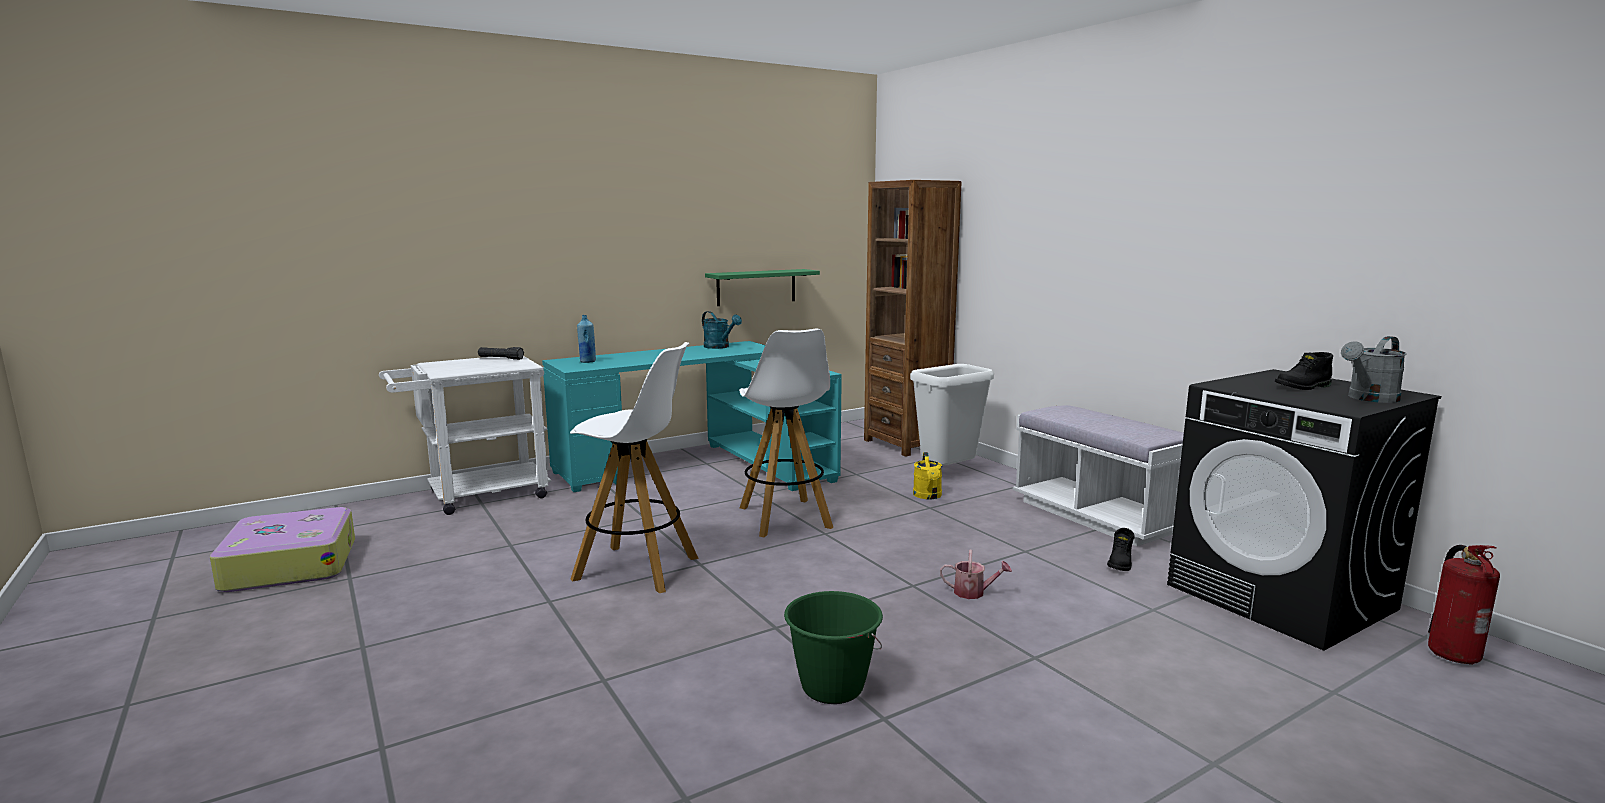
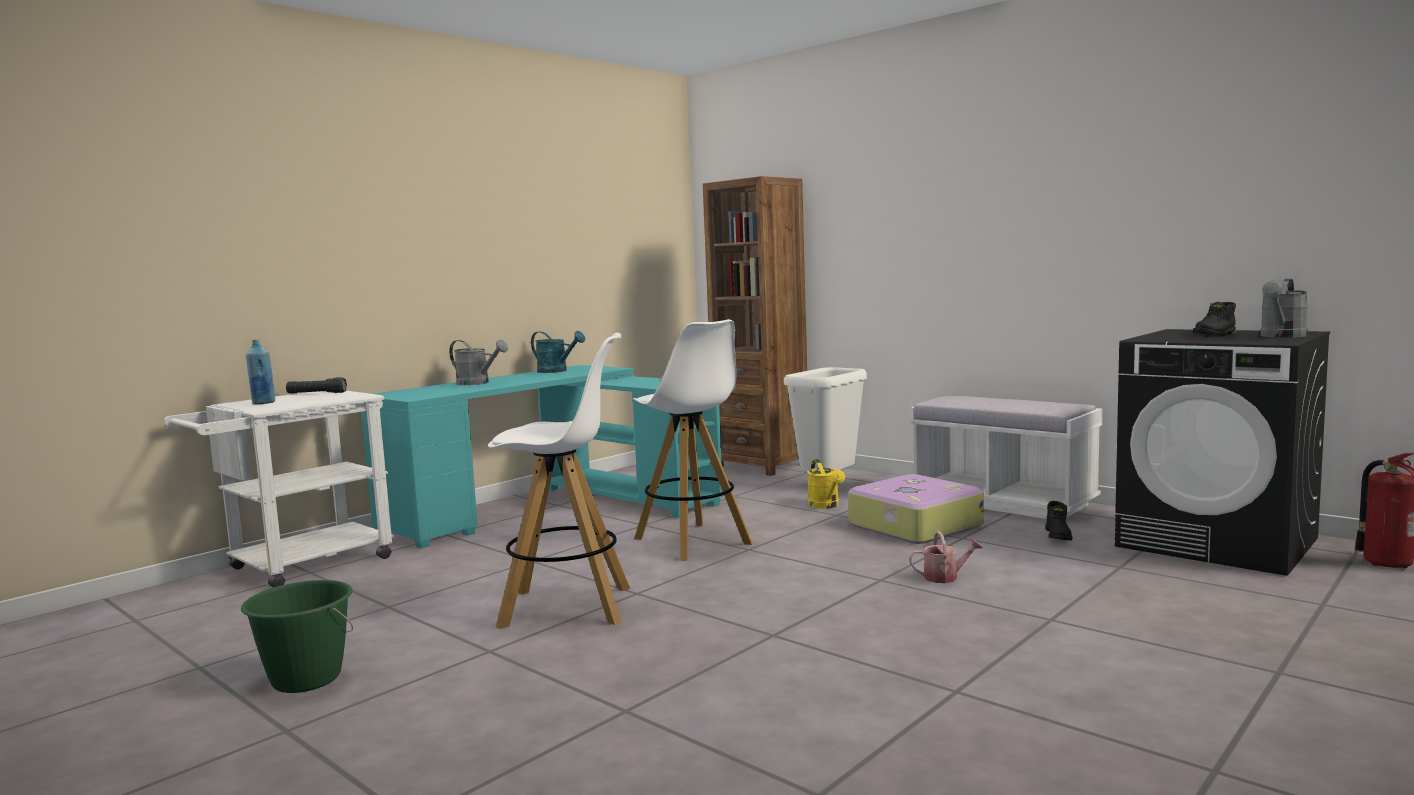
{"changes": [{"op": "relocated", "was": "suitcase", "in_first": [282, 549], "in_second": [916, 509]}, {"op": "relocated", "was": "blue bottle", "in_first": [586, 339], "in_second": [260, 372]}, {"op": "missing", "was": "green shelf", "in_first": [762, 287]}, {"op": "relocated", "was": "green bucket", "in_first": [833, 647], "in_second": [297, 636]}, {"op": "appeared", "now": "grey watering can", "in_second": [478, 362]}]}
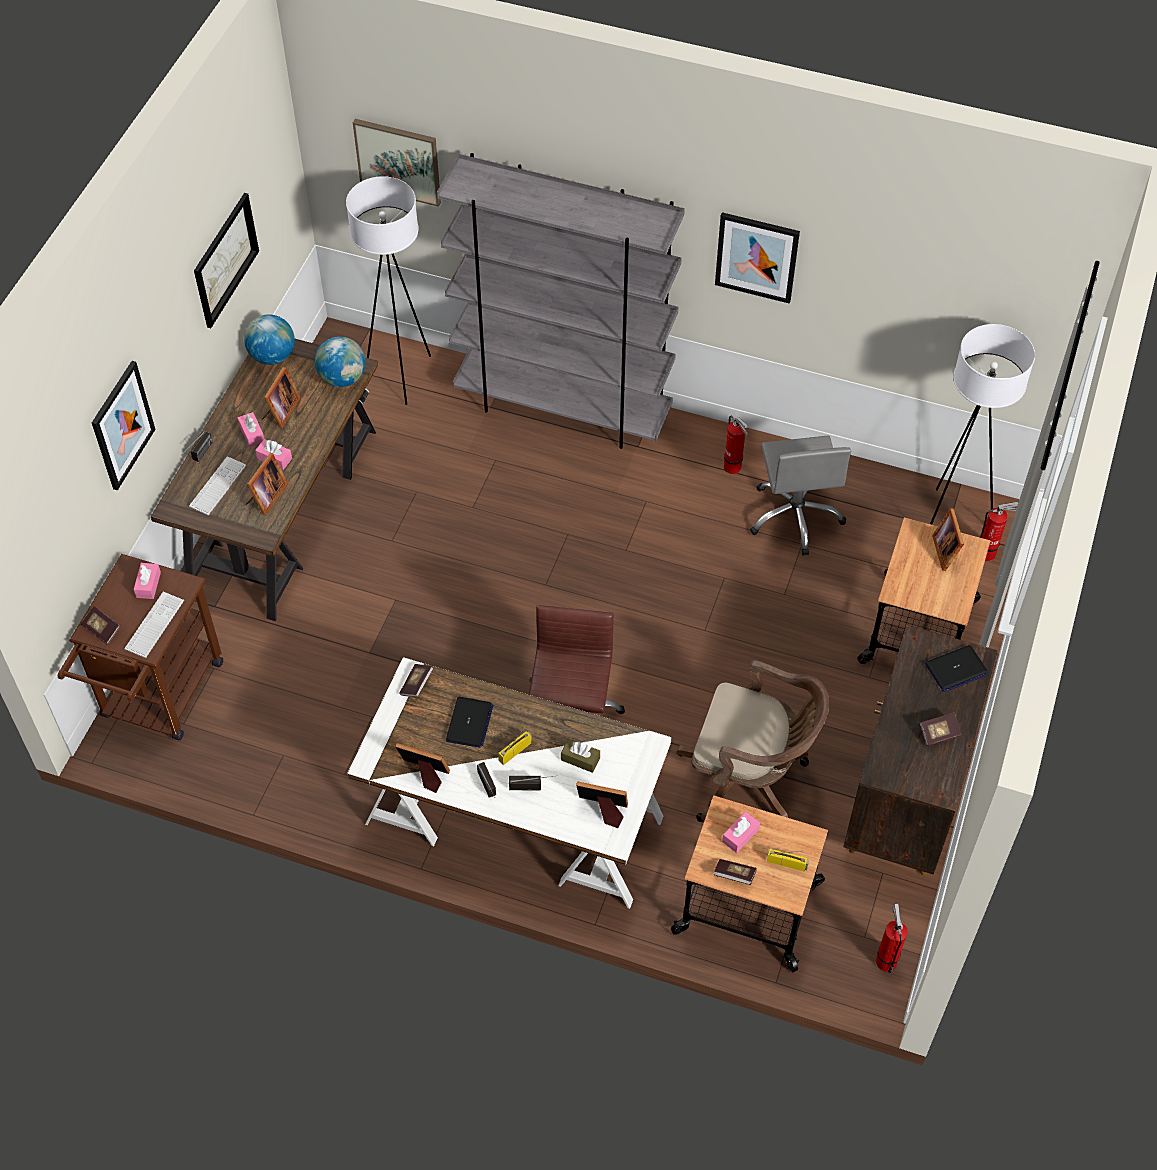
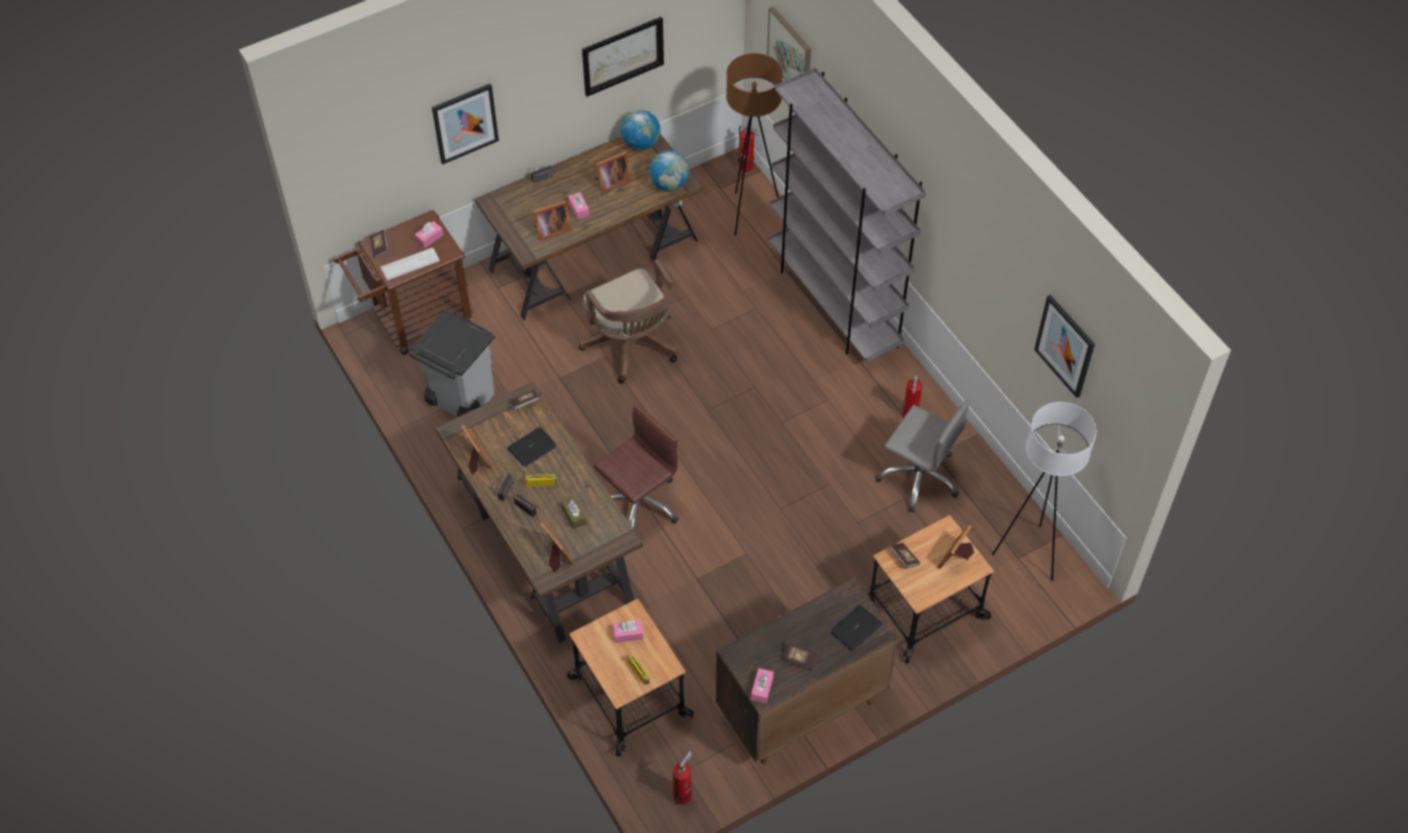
{"changes": [{"op": "missing", "was": "keyboard", "in_first": [217, 485]}, {"op": "relocated", "was": "pink tissue box", "in_first": [251, 429], "in_second": [762, 685]}, {"op": "colour", "was": "white floor lamp", "now": "brown floor lamp", "in_first": [388, 290], "in_second": [754, 144]}, {"op": "colour", "was": "white desk", "now": "brown desk", "in_first": [509, 783], "in_second": [539, 512]}, {"op": "relocated", "was": "brown office chair", "in_first": [752, 741], "in_second": [628, 321]}, {"op": "relocated", "was": "book", "in_first": [735, 872], "in_second": [904, 555]}, {"op": "relocated", "was": "picture", "in_first": [757, 258], "in_second": [1064, 346]}, {"op": "spun", "was": "grey office chair", "in_first": [800, 495], "in_second": [923, 456], "clockwise": -90}, {"op": "spun", "was": "laptop", "in_first": [956, 668], "in_second": [856, 628], "clockwise": 120}, {"op": "relocated", "was": "fire extinguisher", "in_first": [999, 531], "in_second": [748, 148]}, {"op": "appeared", "now": "grey trash can", "in_second": [452, 363]}]}
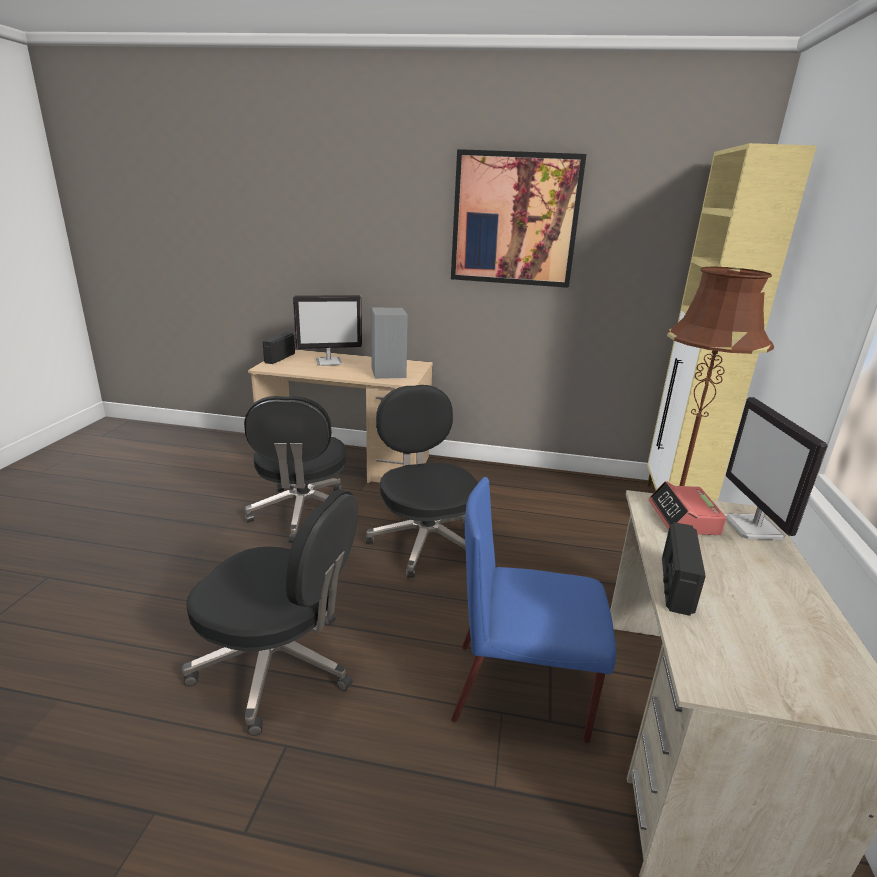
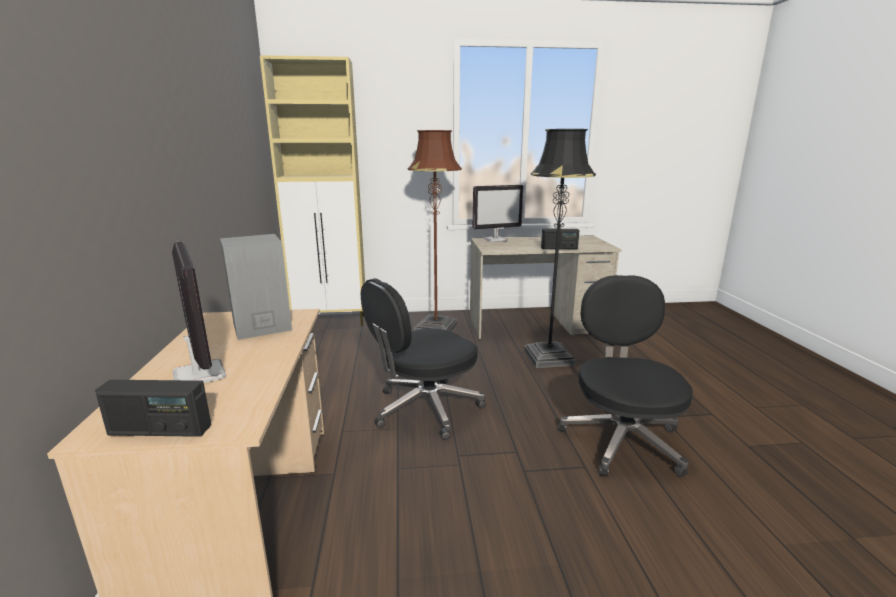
{"changes": [{"op": "missing", "was": "black office chair", "in_first": [295, 469]}, {"op": "missing", "was": "picture", "in_first": [519, 218]}, {"op": "exchanged", "was": "blue chair", "now": "black floor lamp", "in_first": [533, 610], "in_second": [560, 248]}, {"op": "missing", "was": "alarm clock", "in_first": [688, 508]}]}
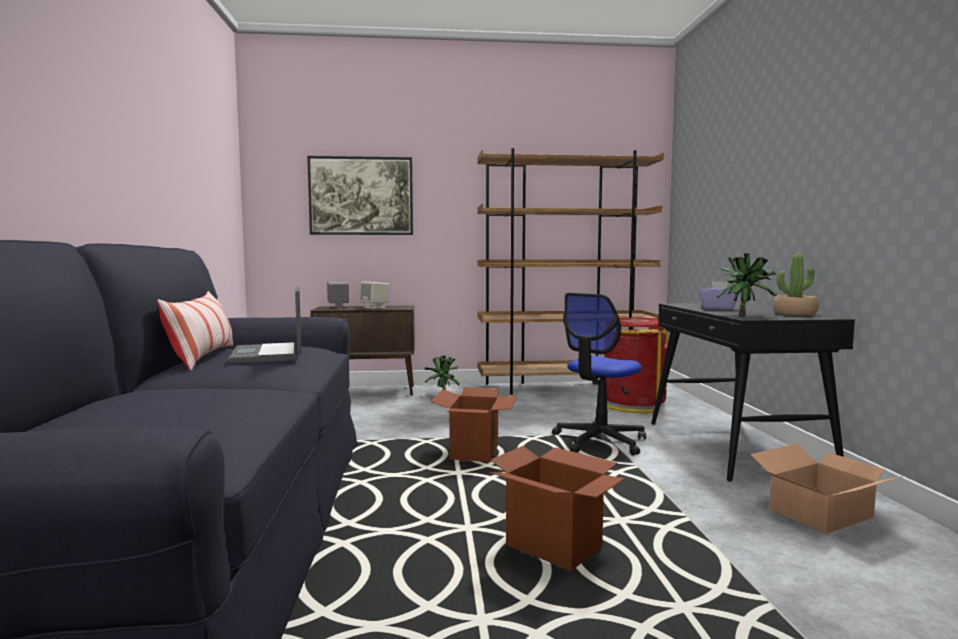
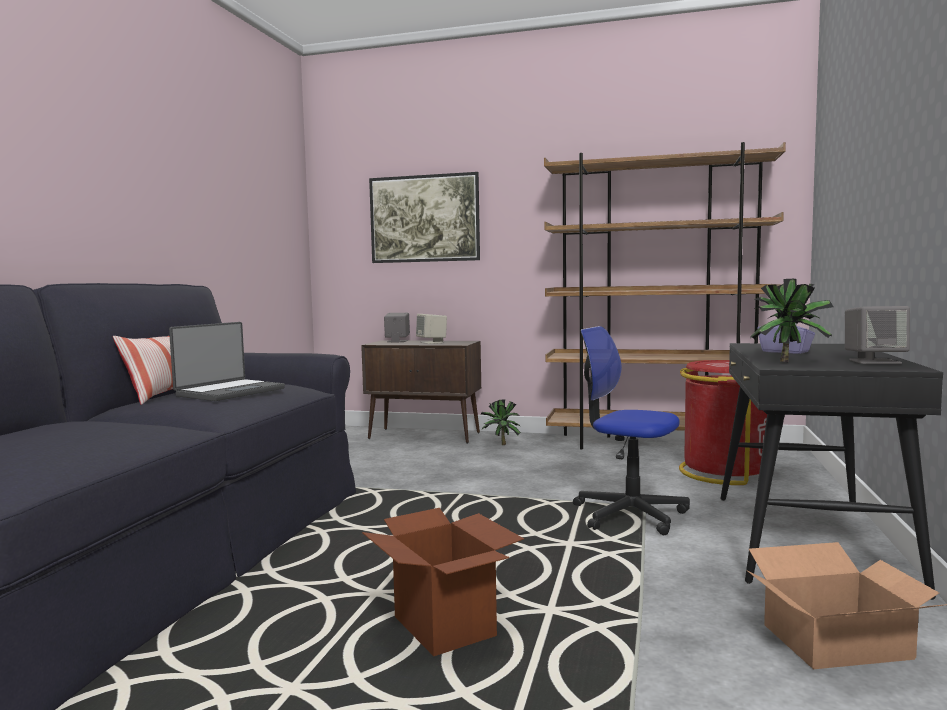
{"changes": [{"op": "spun", "was": "laptop", "in_first": [265, 325], "in_second": [227, 361], "clockwise": -150}, {"op": "missing", "was": "cardboard box", "in_first": [473, 424]}, {"op": "spun", "was": "office chair", "in_first": [599, 374], "in_second": [631, 430], "clockwise": 60}, {"op": "exchanged", "was": "potted plant", "now": "grey speaker", "in_first": [796, 284], "in_second": [877, 335]}]}
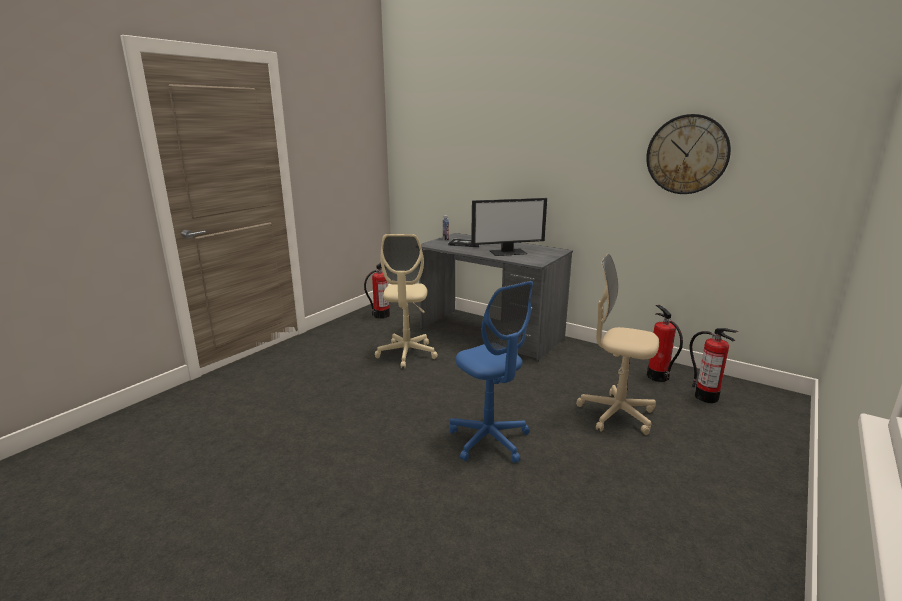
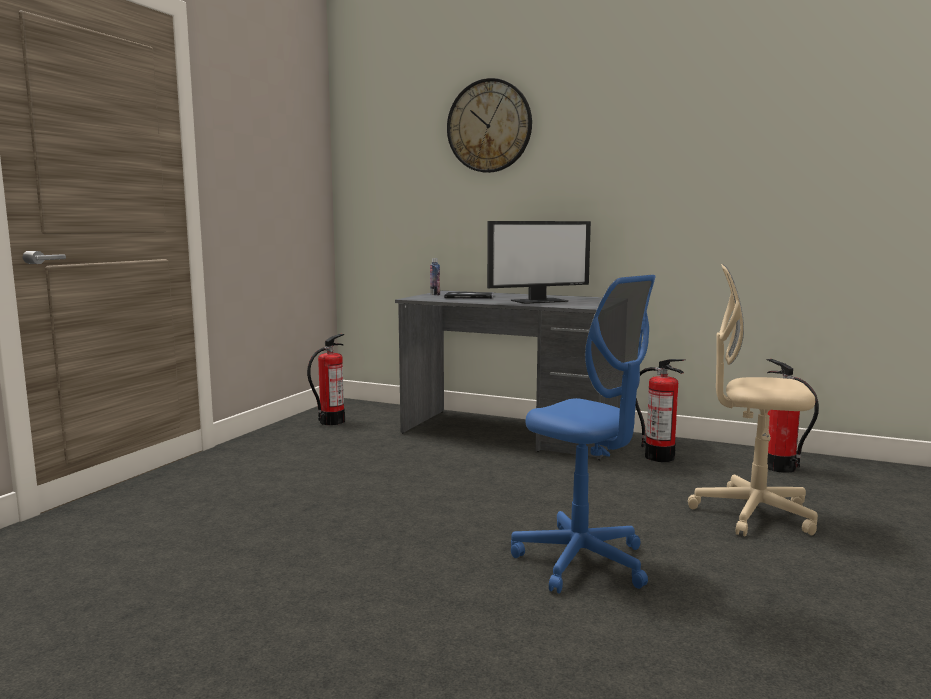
{"changes": [{"op": "missing", "was": "beige office chair", "in_first": [406, 301]}, {"op": "relocated", "was": "wall clock", "in_first": [688, 154], "in_second": [489, 125]}, {"op": "relocated", "was": "fire extinguisher", "in_first": [714, 365], "in_second": [661, 410]}]}
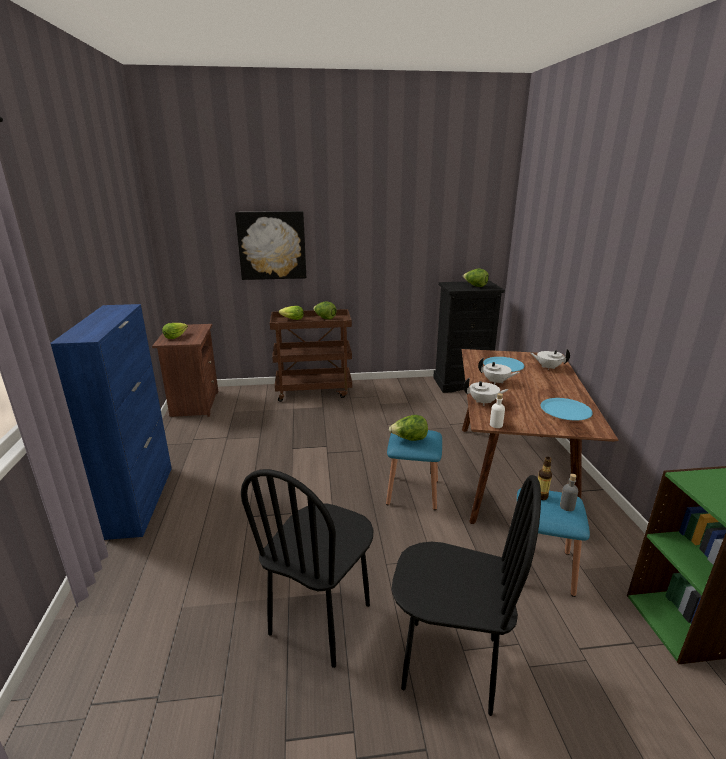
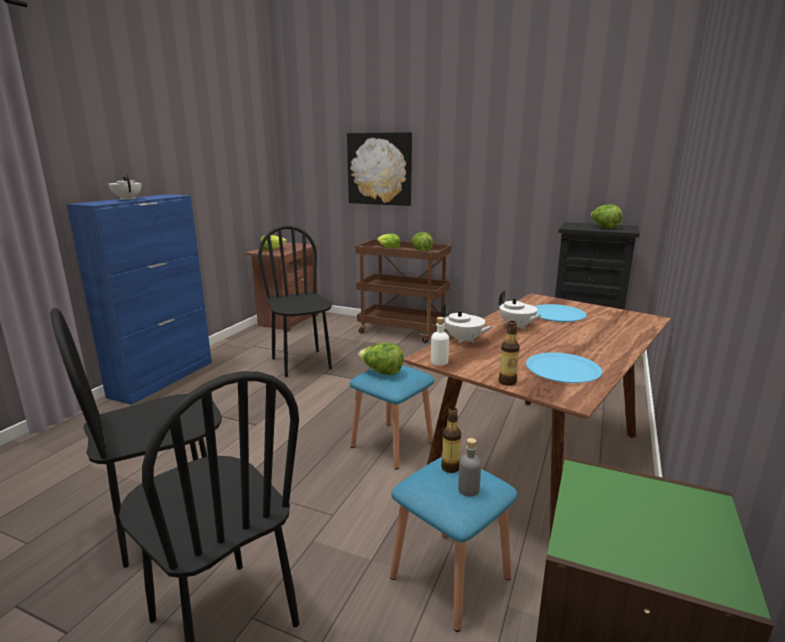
{"changes": [{"op": "relocated", "was": "white teapot", "in_first": [550, 359], "in_second": [124, 186]}, {"op": "appeared", "now": "black chair", "in_second": [295, 301]}, {"op": "appeared", "now": "bottle", "in_second": [509, 353]}]}
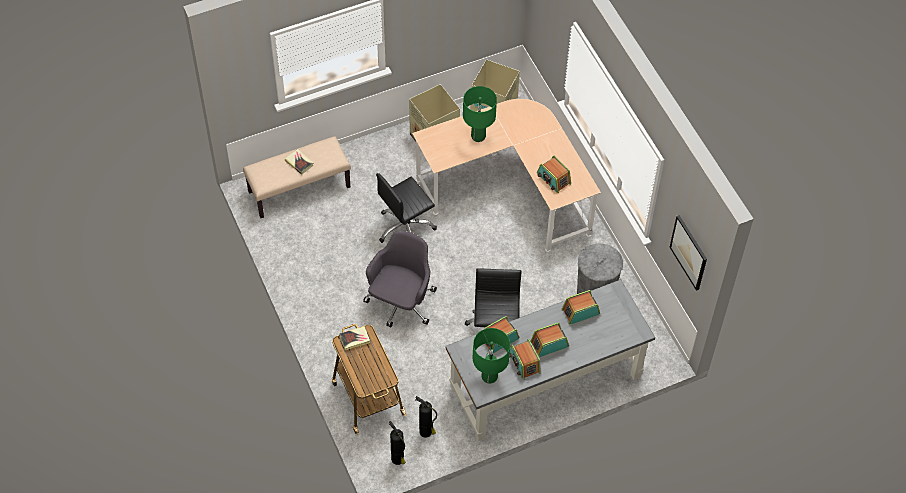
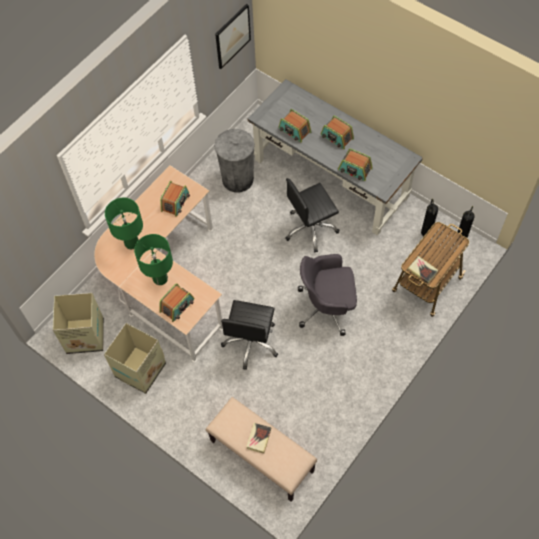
{"changes": [{"op": "spun", "was": "black office chair", "in_first": [406, 208], "in_second": [249, 335], "clockwise": 75}, {"op": "relocated", "was": "green table lamp", "in_first": [491, 356], "in_second": [124, 223]}, {"op": "relocated", "was": "radio", "in_first": [525, 359], "in_second": [176, 302]}]}
